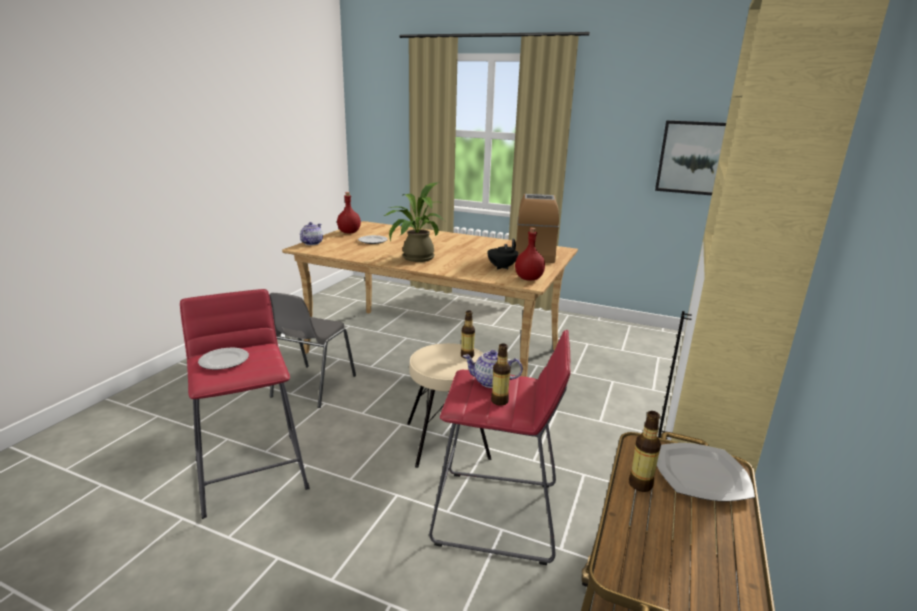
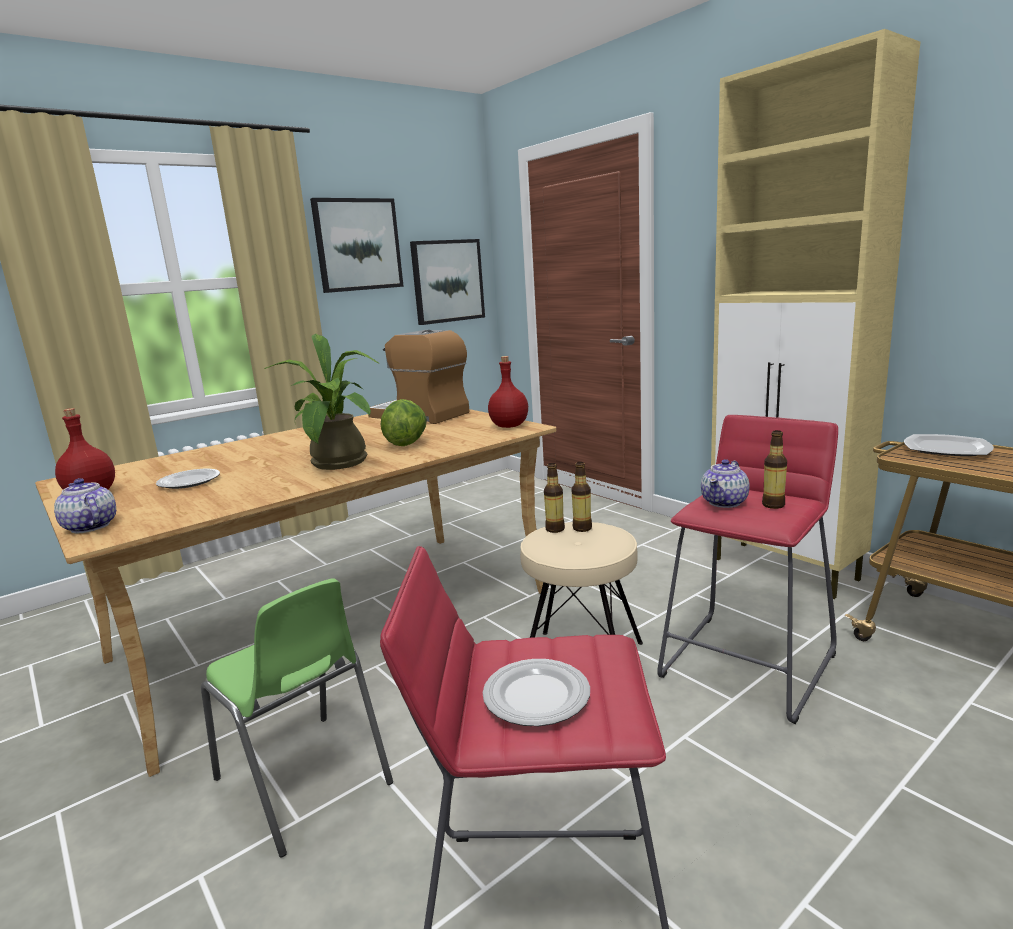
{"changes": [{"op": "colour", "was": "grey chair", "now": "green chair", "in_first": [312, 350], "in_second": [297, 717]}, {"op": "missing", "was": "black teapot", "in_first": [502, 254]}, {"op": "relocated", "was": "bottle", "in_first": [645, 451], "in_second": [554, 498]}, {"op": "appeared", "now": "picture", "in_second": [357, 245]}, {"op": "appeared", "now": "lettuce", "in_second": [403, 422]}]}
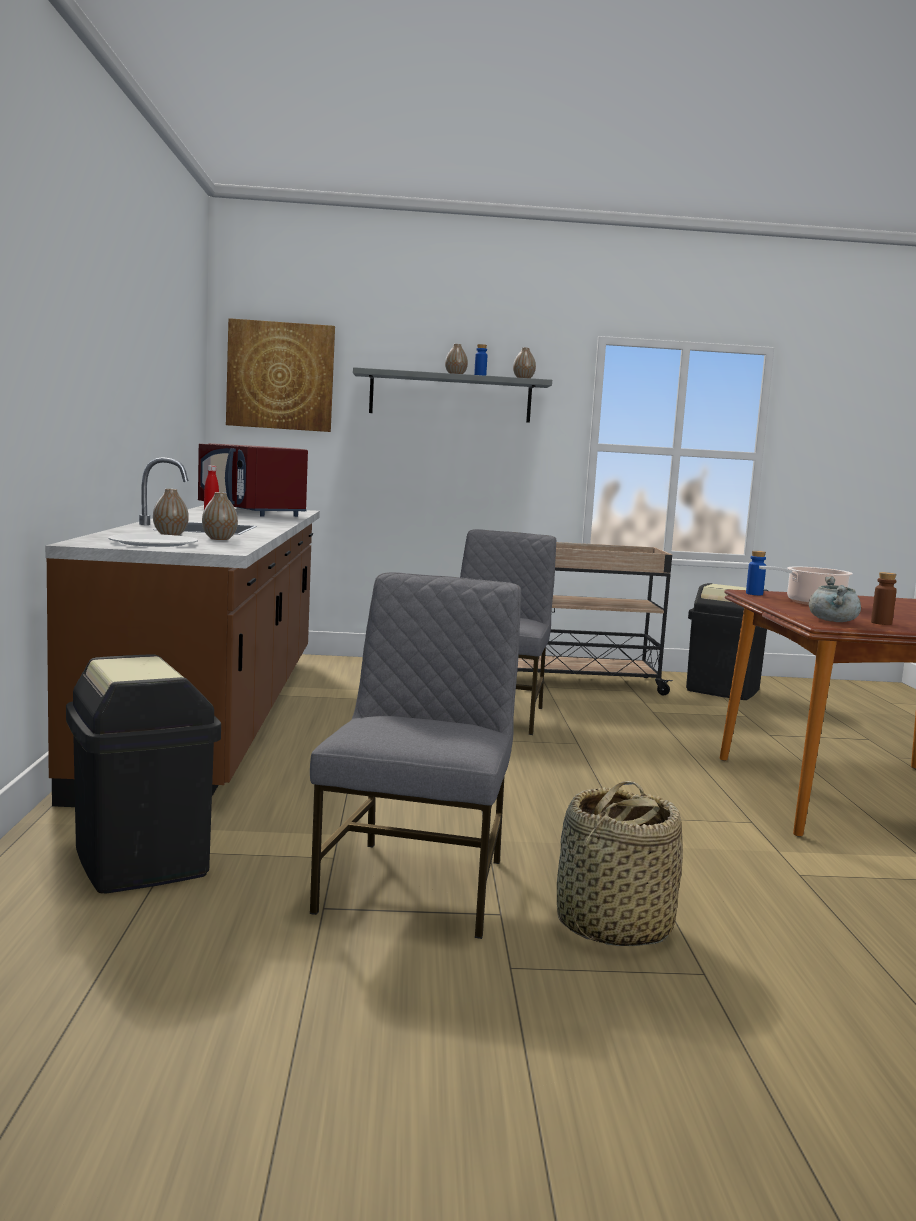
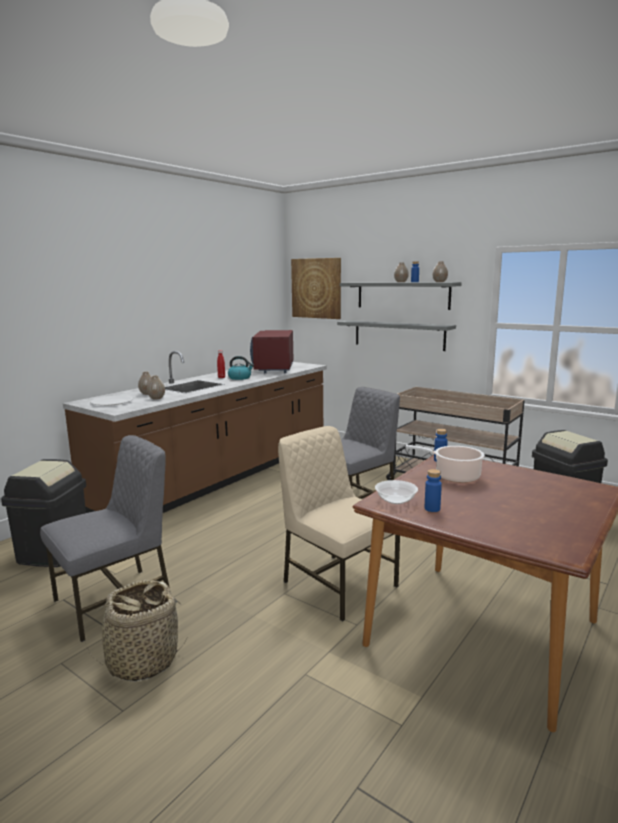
{"changes": [{"op": "exchanged", "was": "grey cooking pot", "now": "bowl", "in_first": [835, 599], "in_second": [396, 492]}, {"op": "colour", "was": "brown bottle", "now": "blue bottle", "in_first": [884, 598], "in_second": [433, 490]}, {"op": "appeared", "now": "kettle", "in_second": [241, 368]}, {"op": "appeared", "now": "beige chair", "in_second": [339, 523]}, {"op": "appeared", "now": "grey shelf", "in_second": [396, 335]}]}
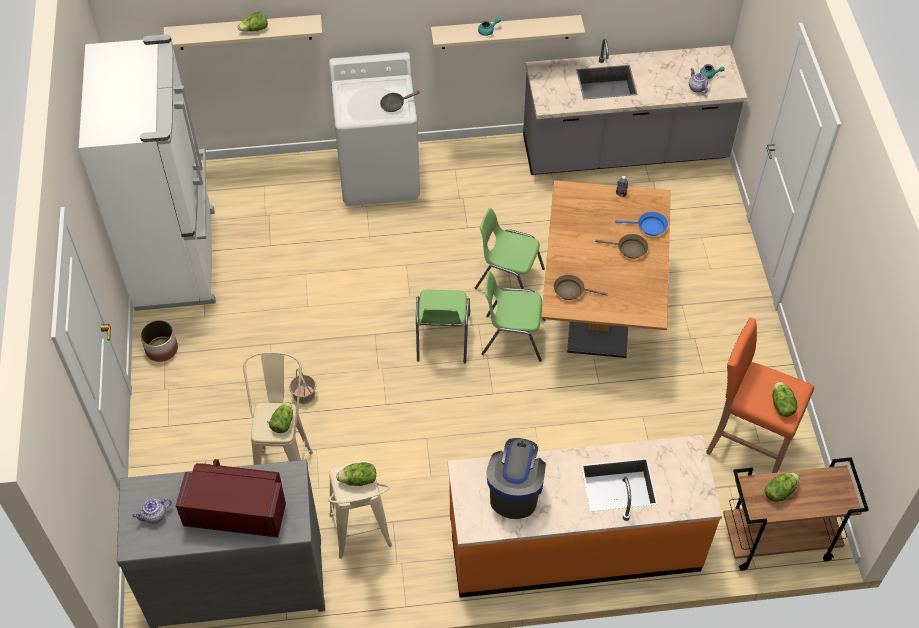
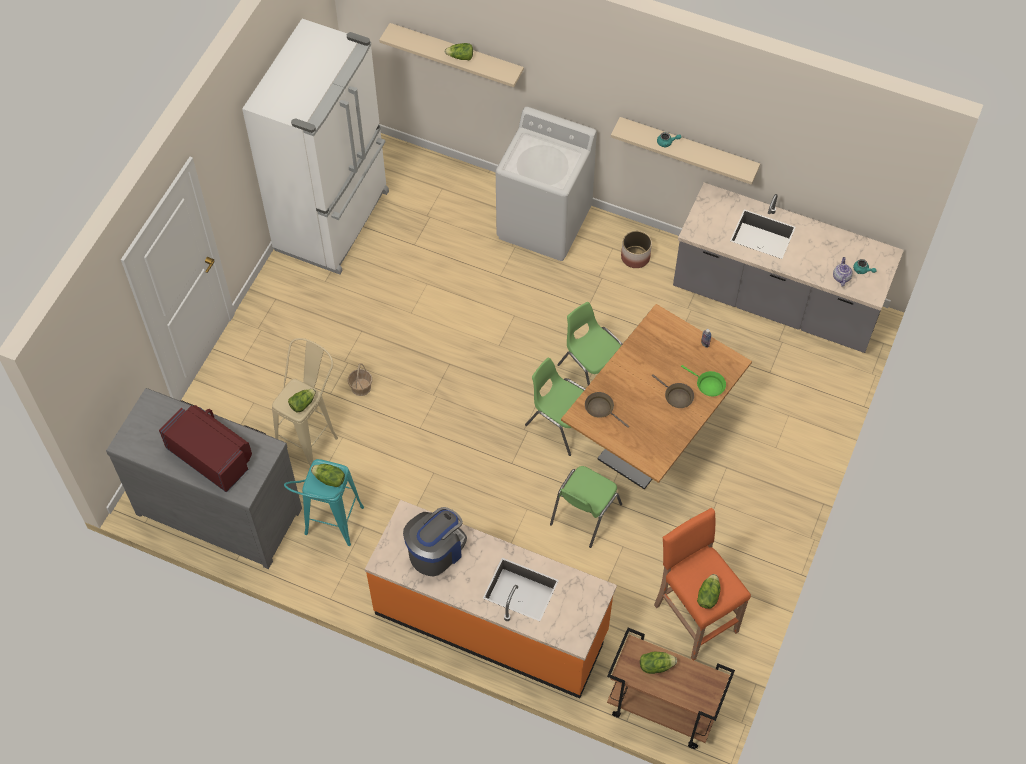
{"changes": [{"op": "missing", "was": "teapot", "in_first": [152, 511]}, {"op": "relocated", "was": "planter", "in_first": [159, 341], "in_second": [636, 249]}, {"op": "colour", "was": "beige stool", "now": "turquoise stool", "in_first": [360, 509], "in_second": [324, 502]}, {"op": "missing", "was": "black frying pan", "in_first": [400, 101]}, {"op": "relocated", "was": "green chair", "in_first": [443, 326], "in_second": [586, 507]}, {"op": "colour", "was": "blue frying pan", "now": "green frying pan", "in_first": [641, 224], "in_second": [703, 380]}]}
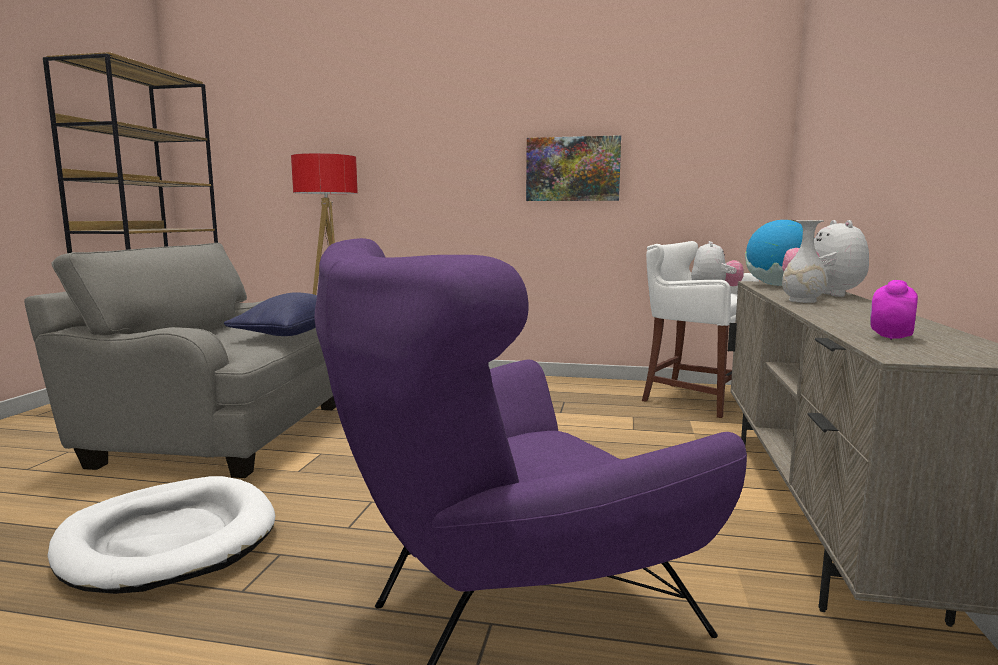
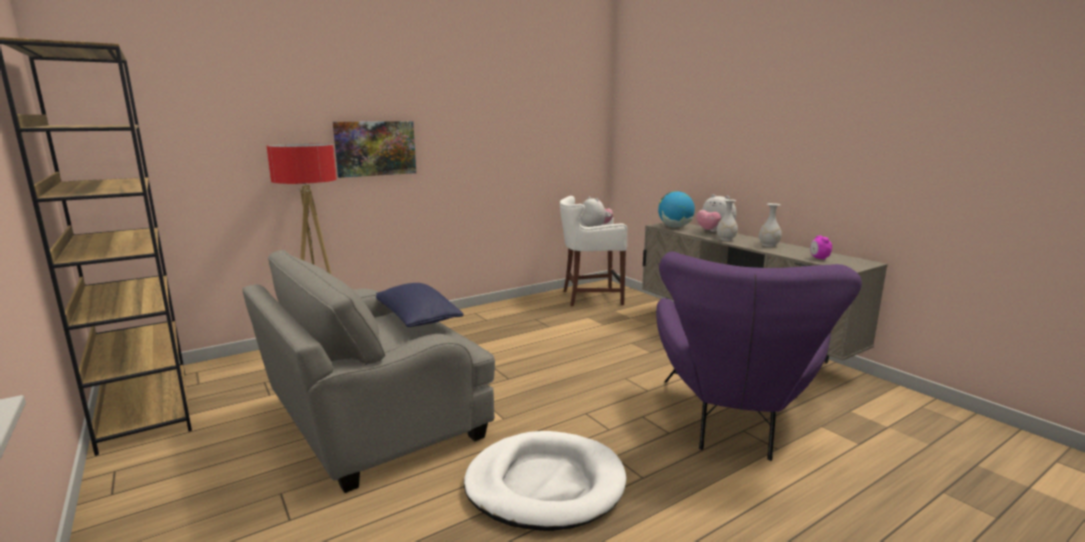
{"changes": [{"op": "relocated", "was": "picture", "in_first": [573, 168], "in_second": [374, 149]}, {"op": "appeared", "now": "white vase", "in_second": [770, 225]}]}
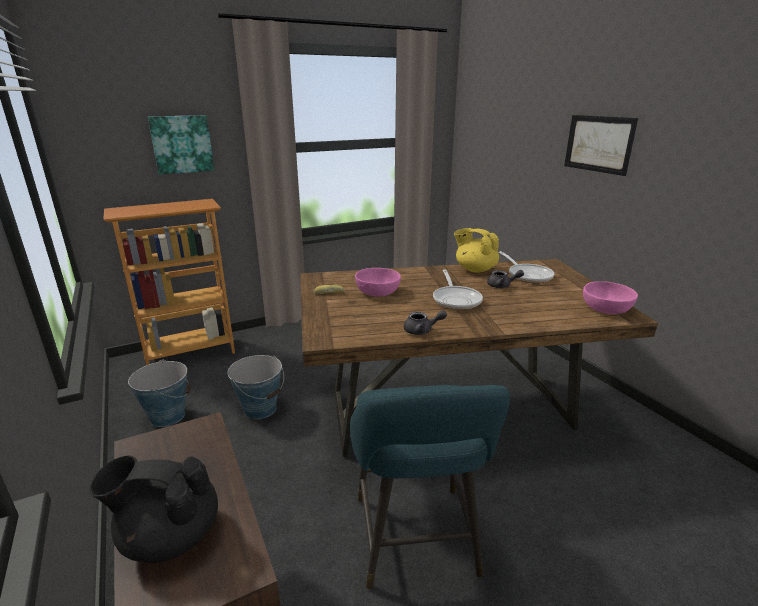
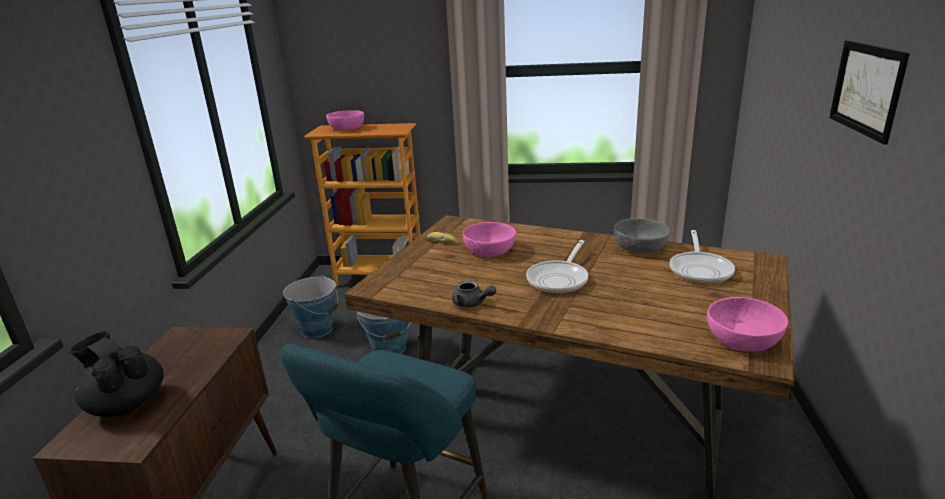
{"changes": [{"op": "missing", "was": "picture", "in_first": [181, 144]}, {"op": "exchanged", "was": "yellow teapot", "now": "grey bowl", "in_first": [476, 250], "in_second": [642, 236]}, {"op": "missing", "was": "grey teapot", "in_first": [505, 279]}, {"op": "appeared", "now": "pink bowl", "in_second": [345, 120]}]}
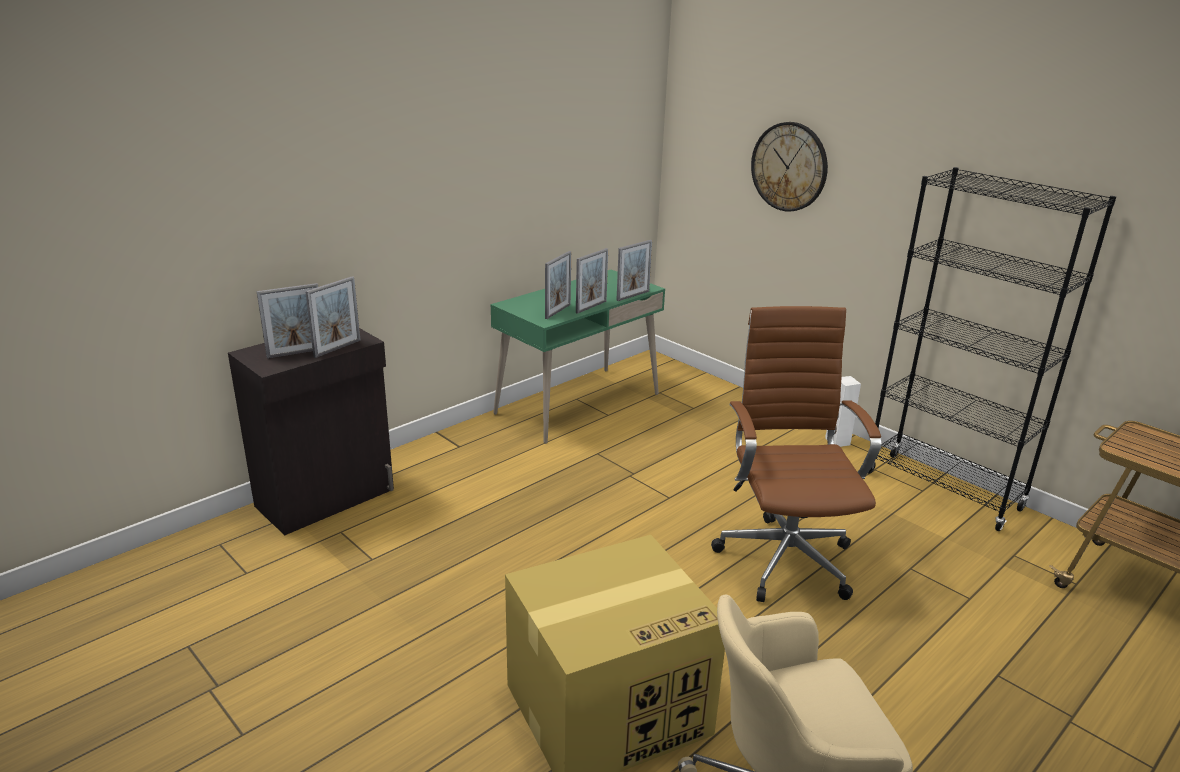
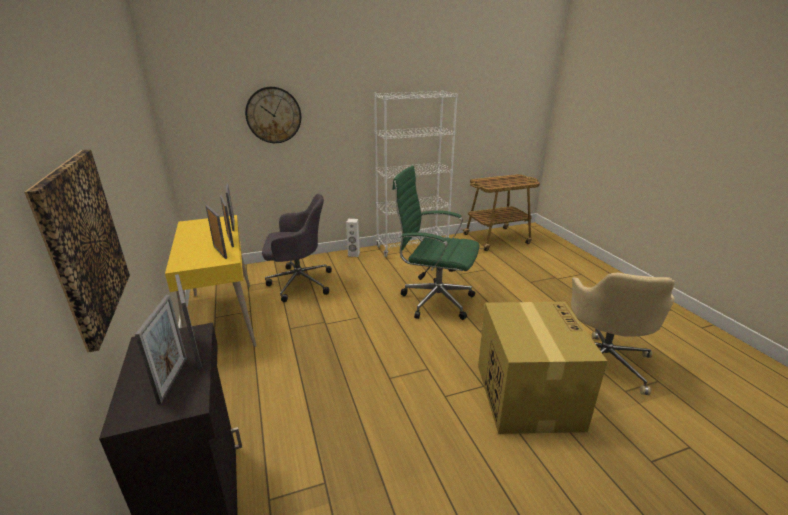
{"changes": [{"op": "colour", "was": "green desk", "now": "yellow desk", "in_first": [578, 357], "in_second": [210, 281]}, {"op": "colour", "was": "brown office chair", "now": "green office chair", "in_first": [796, 454], "in_second": [436, 243]}, {"op": "colour", "was": "black bookcase", "now": "white bookcase", "in_first": [992, 349], "in_second": [416, 173]}, {"op": "appeared", "now": "picture", "in_second": [77, 251]}, {"op": "appeared", "now": "grey office chair", "in_second": [297, 248]}]}
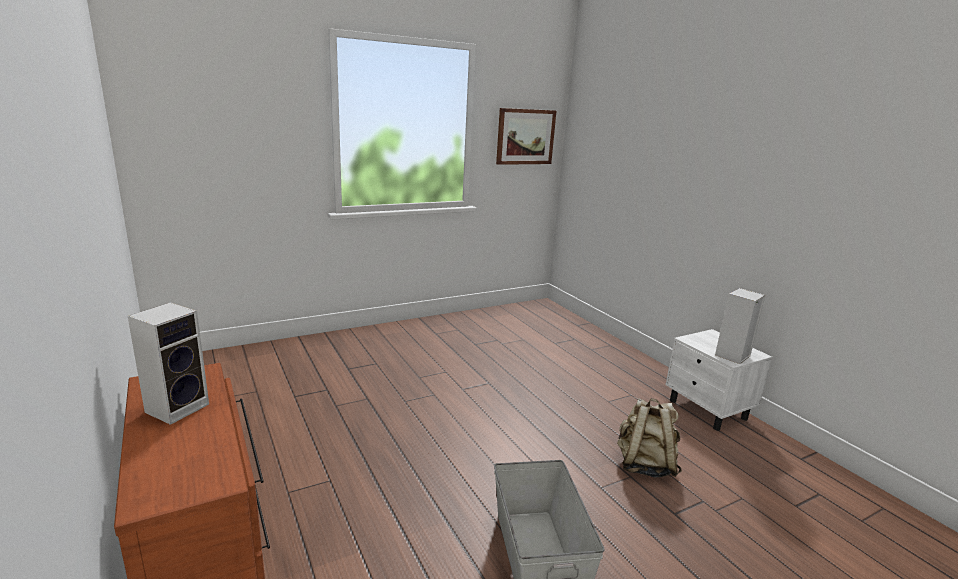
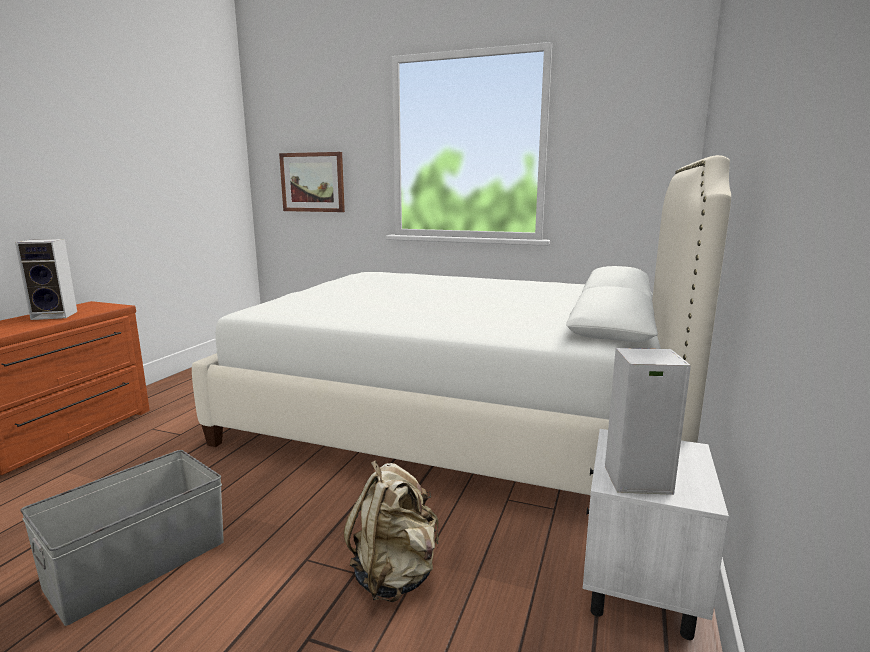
{"changes": [{"op": "relocated", "was": "picture", "in_first": [526, 136], "in_second": [312, 182]}, {"op": "appeared", "now": "white bed", "in_second": [461, 325]}]}
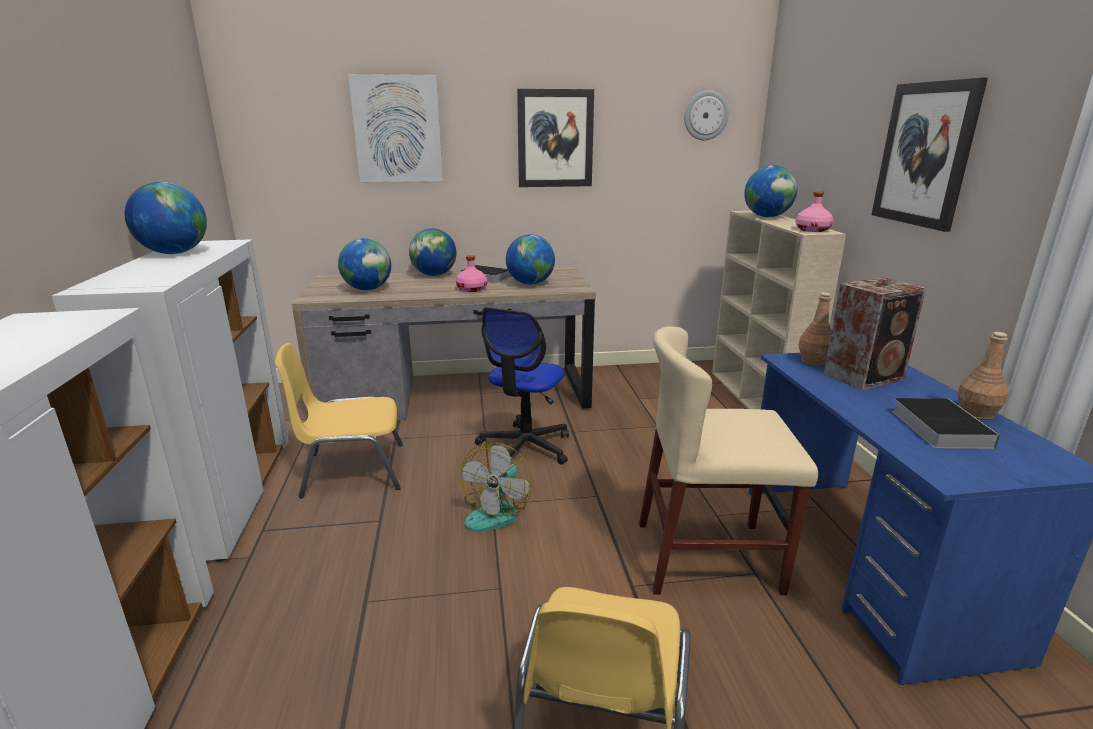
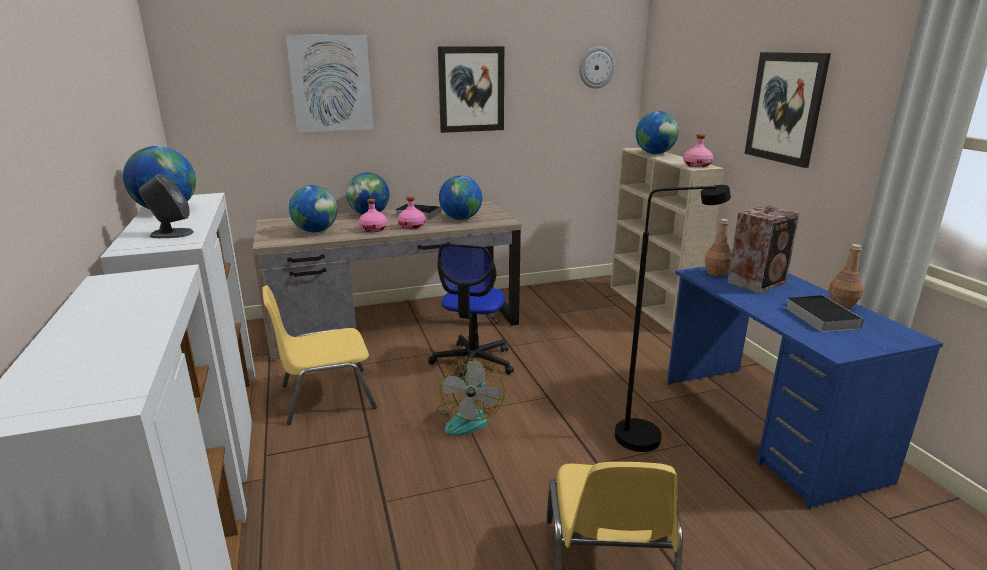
{"changes": [{"op": "exchanged", "was": "beige chair", "now": "black floor lamp", "in_first": [728, 461], "in_second": [673, 318]}, {"op": "appeared", "now": "grey speaker", "in_second": [166, 206]}, {"op": "appeared", "now": "pink bottle", "in_second": [373, 215]}]}
